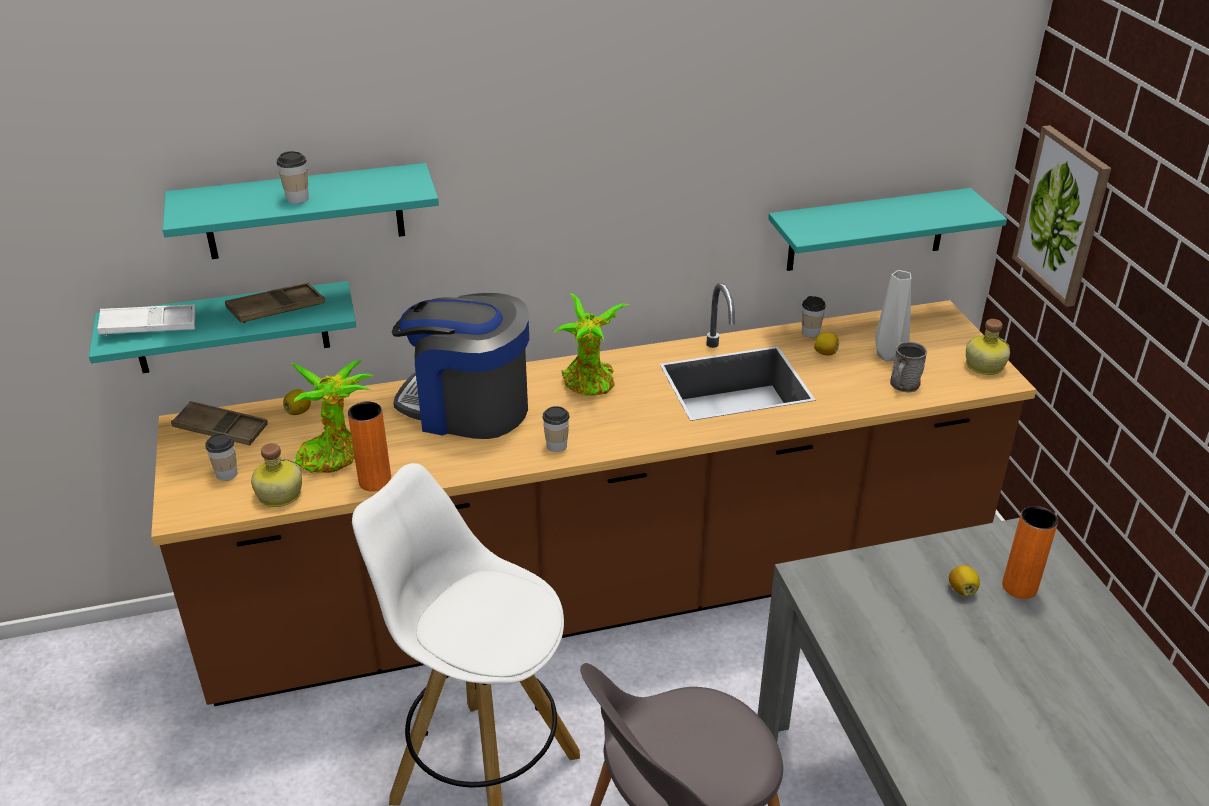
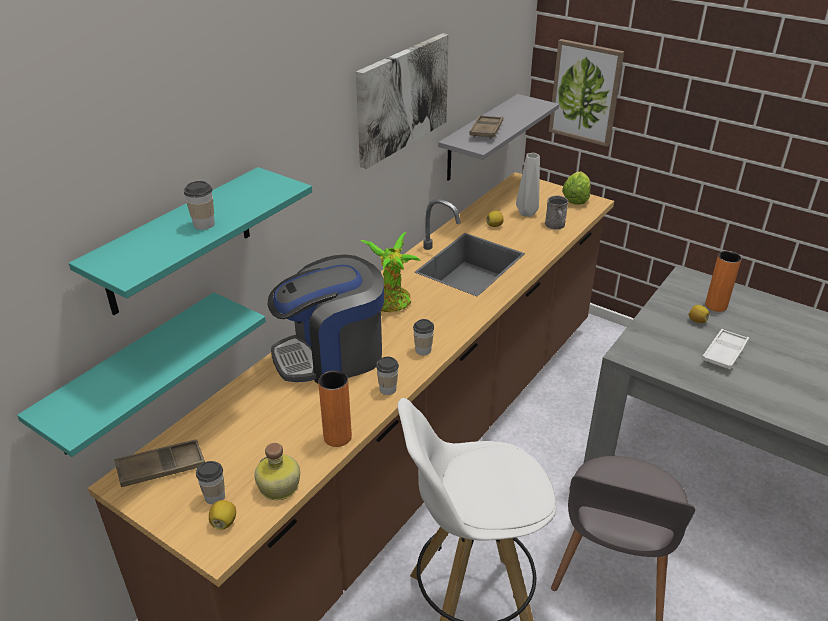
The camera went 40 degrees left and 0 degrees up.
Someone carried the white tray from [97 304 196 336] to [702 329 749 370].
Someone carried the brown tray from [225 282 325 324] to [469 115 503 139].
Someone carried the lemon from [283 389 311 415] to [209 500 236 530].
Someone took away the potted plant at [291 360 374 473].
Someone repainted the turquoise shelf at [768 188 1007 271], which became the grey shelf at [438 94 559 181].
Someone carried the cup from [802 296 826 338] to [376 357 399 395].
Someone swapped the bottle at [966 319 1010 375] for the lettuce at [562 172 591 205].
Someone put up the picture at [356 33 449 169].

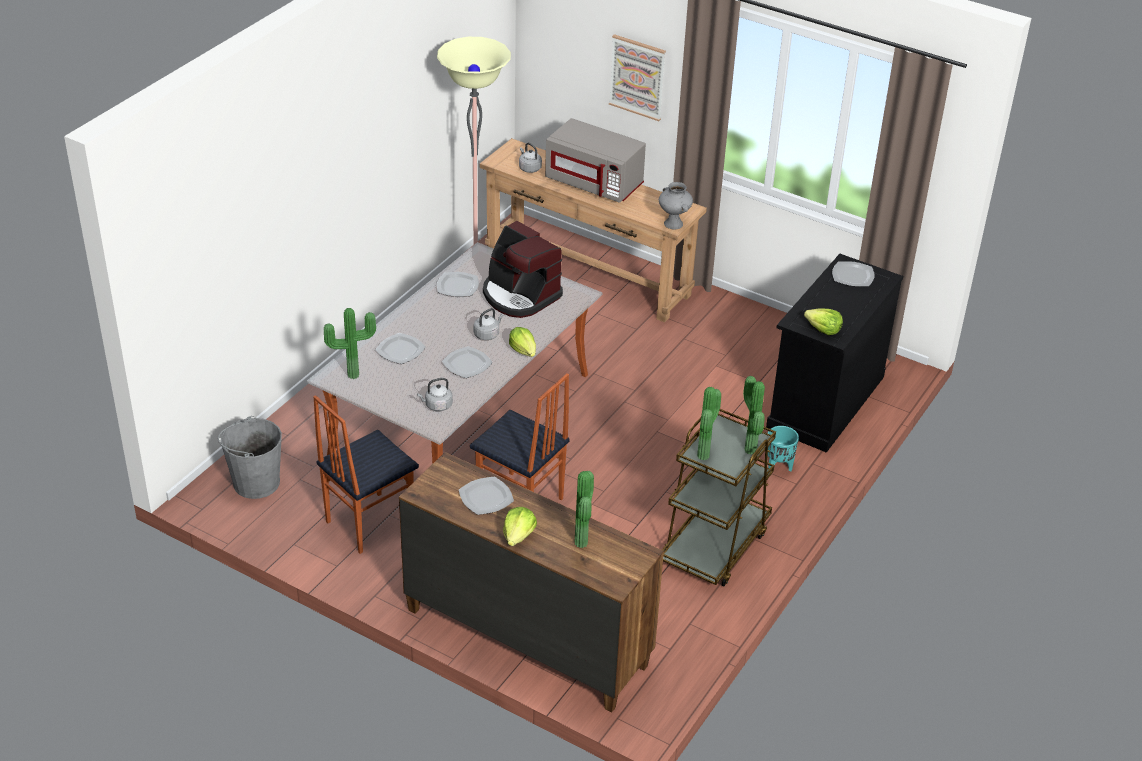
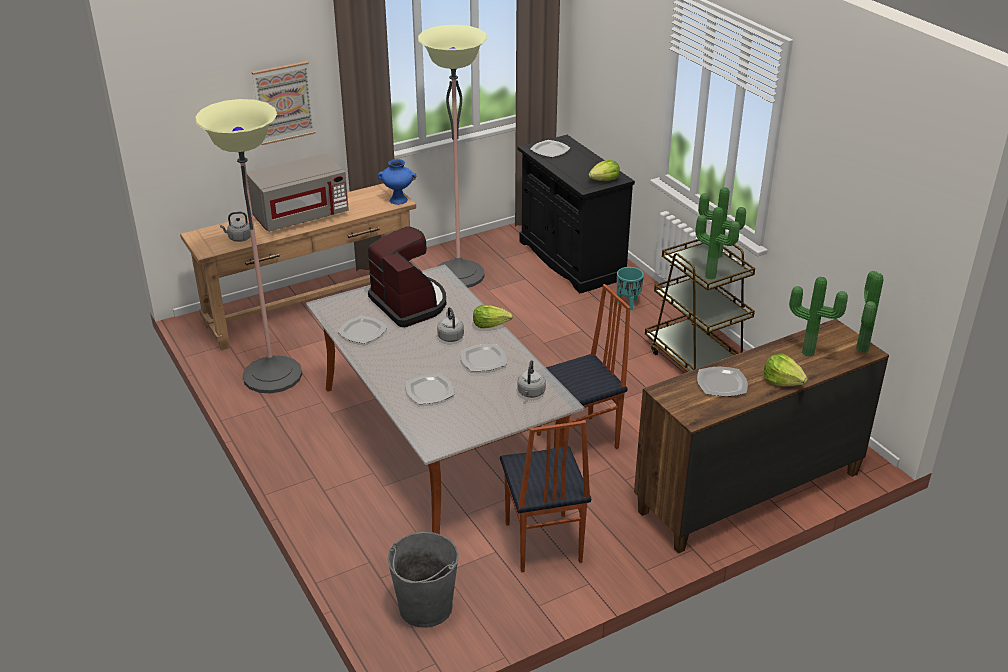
The camera went 60 degrees left and 5 degrees down.
Someone carried the potted plant from [324 308 376 379] to [856 271 884 353].
Someone rotated the coffee machine at [483 221 563 318] by 105 degrees counterclockwise.
Someone repainted the grey vase at [659 182 693 230], which became the blue vase at [378 159 416 205].
Someone put down the floor lamp at [418 25 487 288].

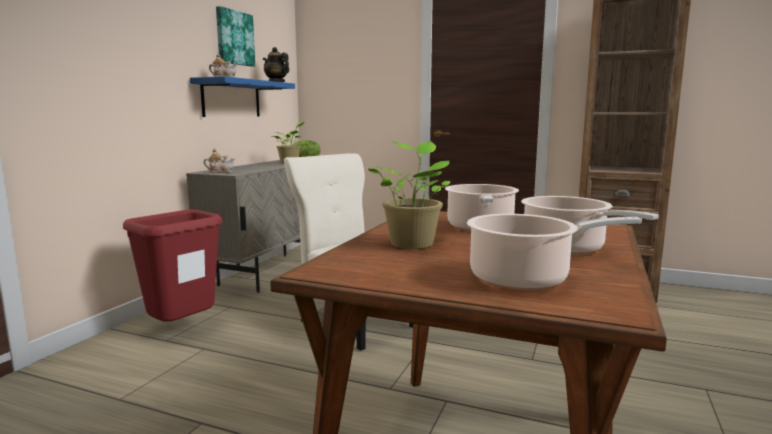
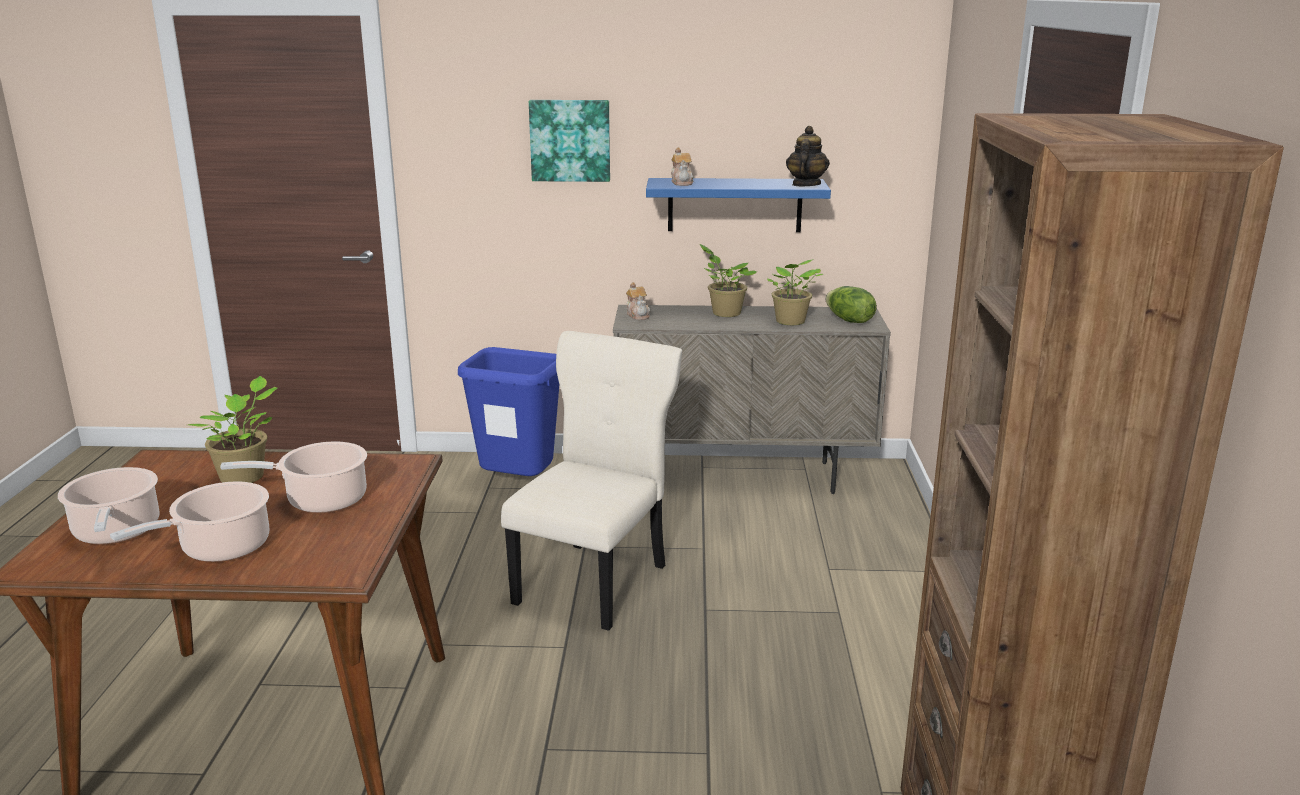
The camera went 70 degrees right and 10 degrees up.
Someone repainted the red trash can at [123 210 222 322], which became the blue trash can at [458 347 559 476].
Someone carried the picture from [216 6 255 67] to [529 100 610 182].
Someone put down the potted plant at [700 244 757 317].

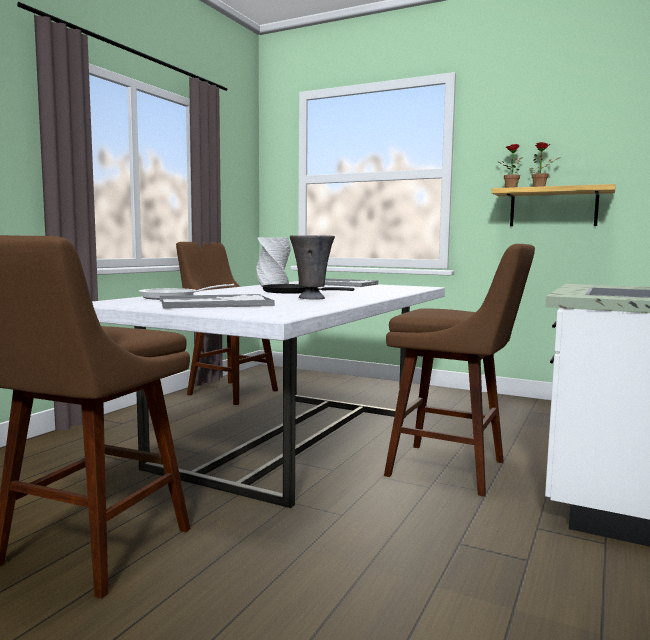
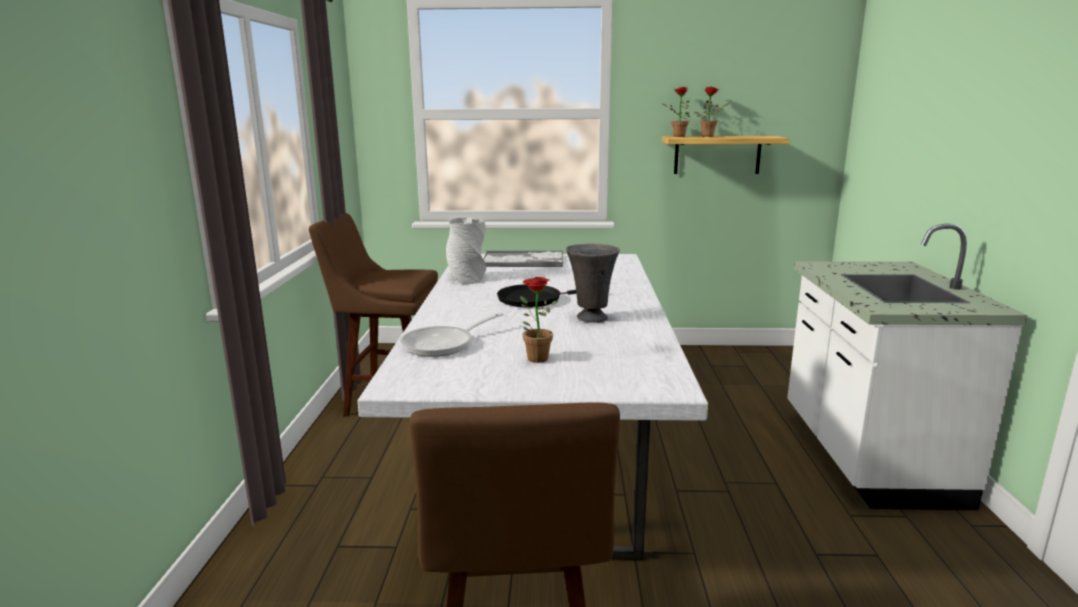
The camera went 25 degrees left and 10 degrees up.
Someone swapped the tray at [160 294 275 309] for the potted plant at [520 277 558 363].
Someone took away the brown stool at [384 244 535 497].

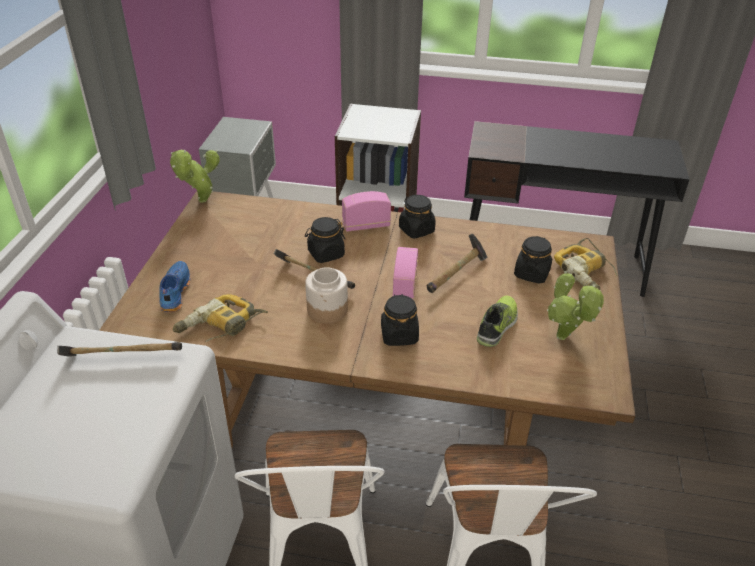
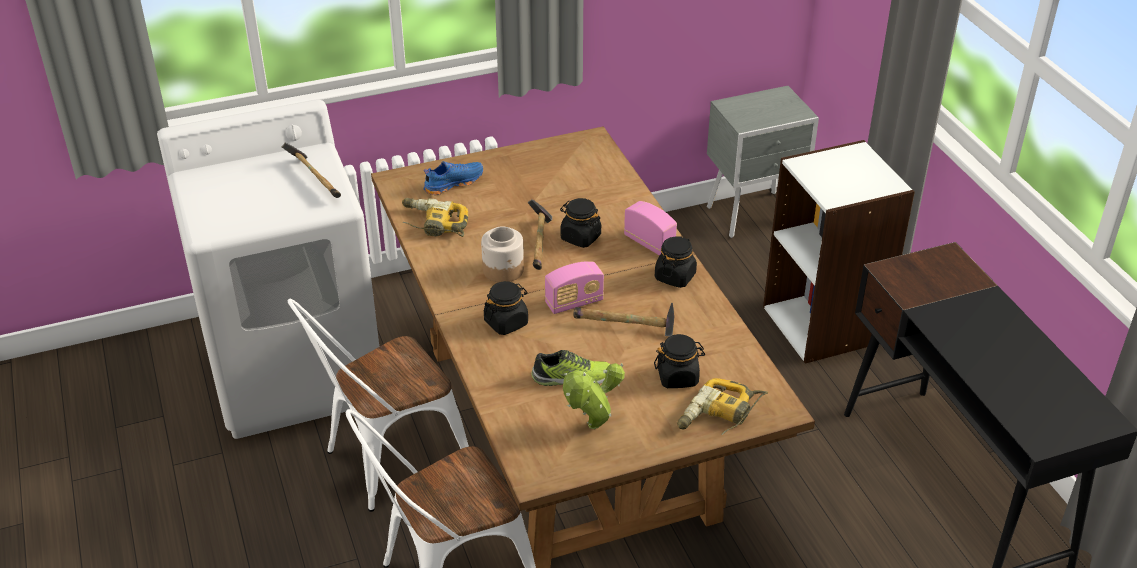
The camera went 60 degrees right and 0 degrees up.
Someone took away the potted plant at [170 150 220 202].

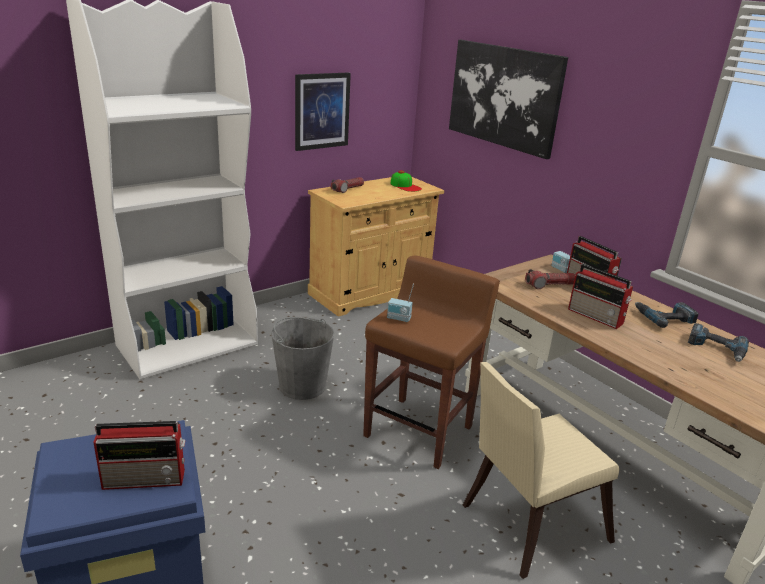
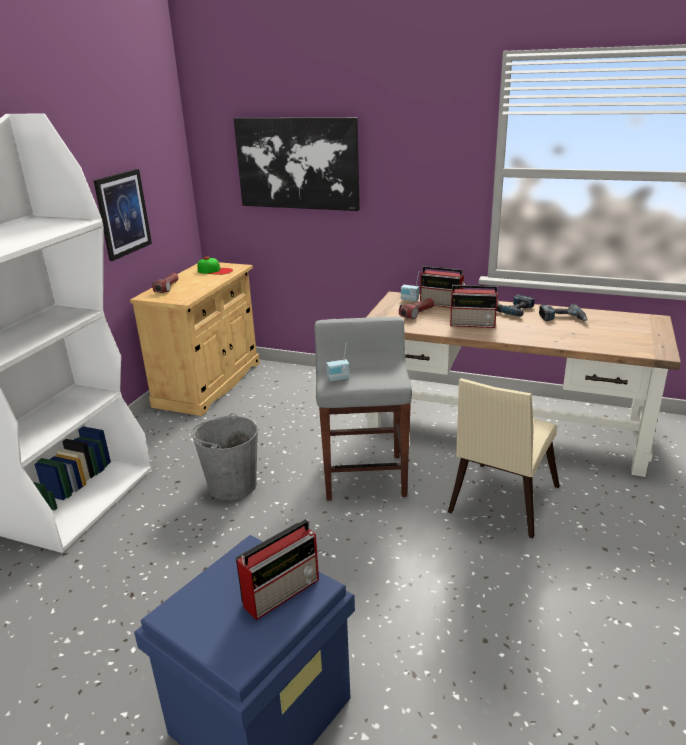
The camera went 30 degrees left and 0 degrees up.
Someone repainted the brown stool at [363 255 500 469], which became the grey stool at [314 317 412 501].

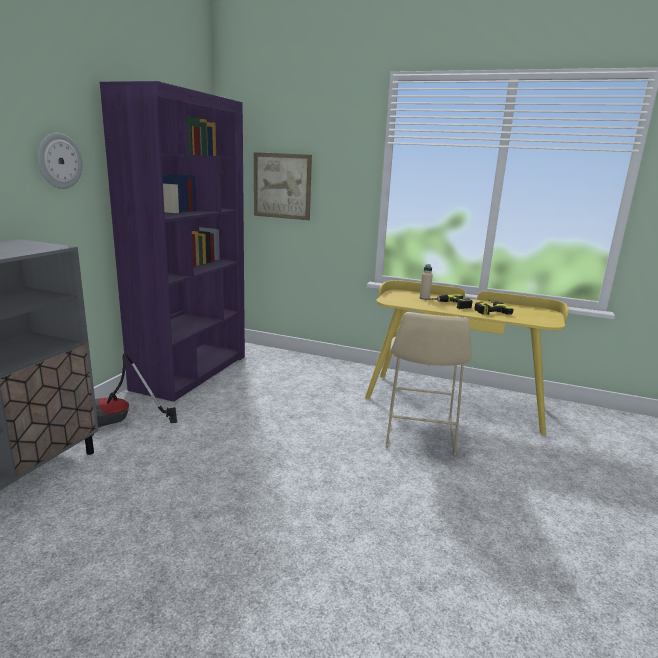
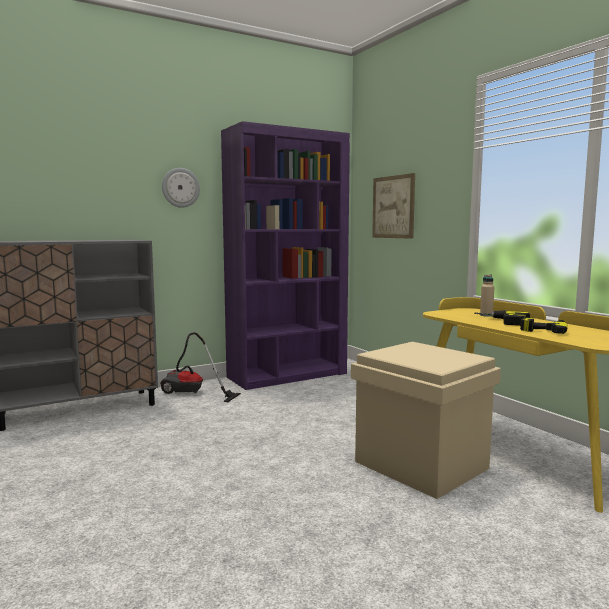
The camera went 40 degrees right and 10 degrees down.
Someone swapped the beige stool at [386 312 472 457] for the beige storage box at [351 342 501 499].

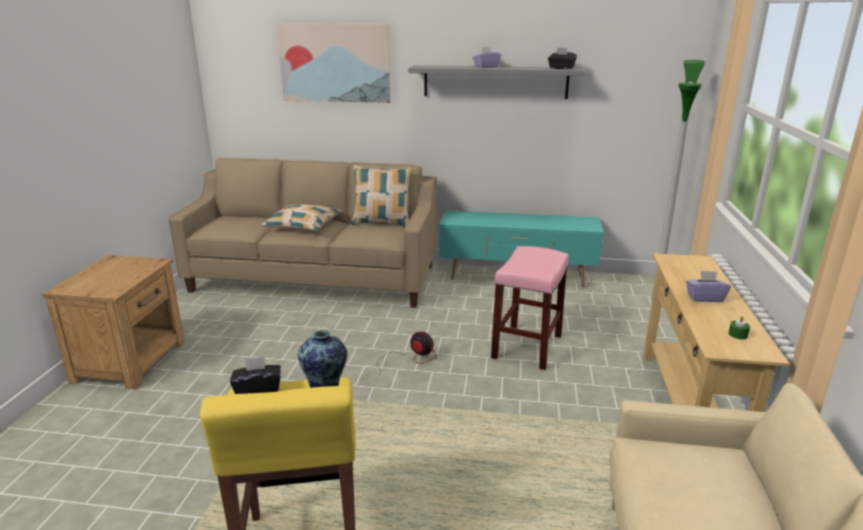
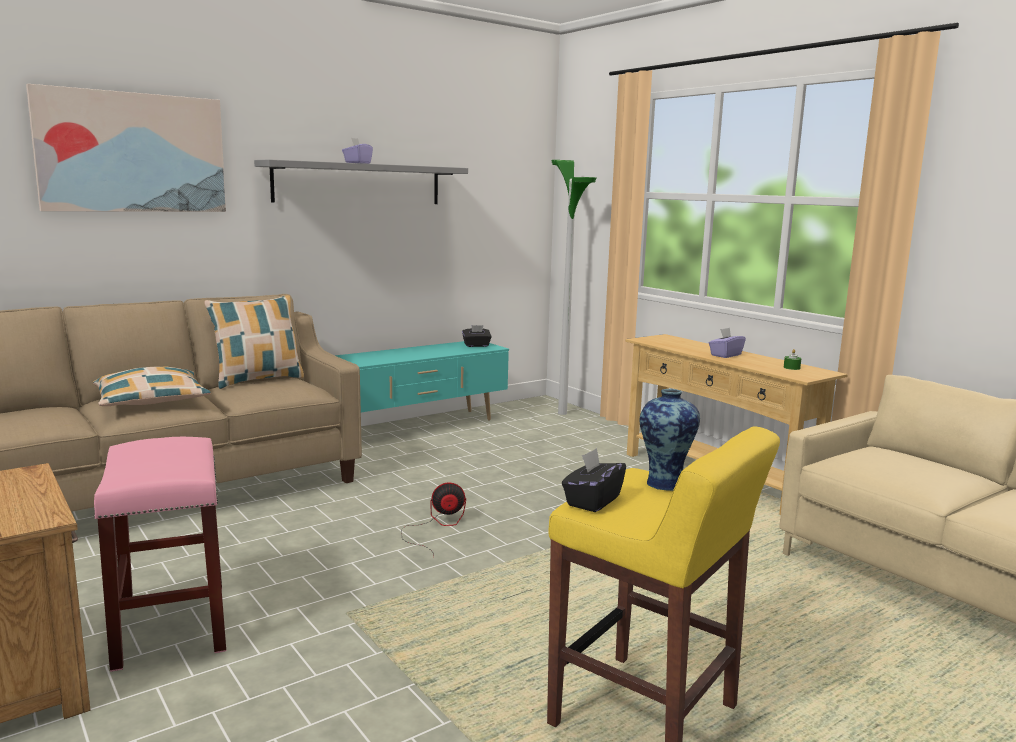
The camera went 45 degrees left and 10 degrees down.
Someone carried the pink stool from [491 246 569 371] to [94 437 226 672].
Someone carried the black tissue box from [548 48 577 69] to [462 325 492 347].

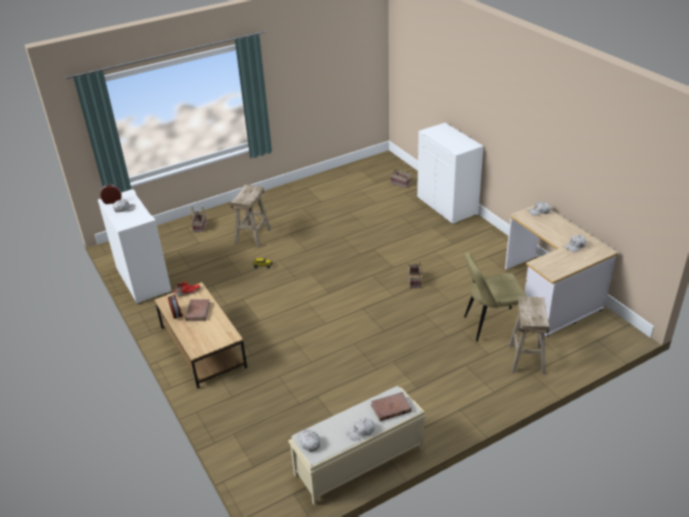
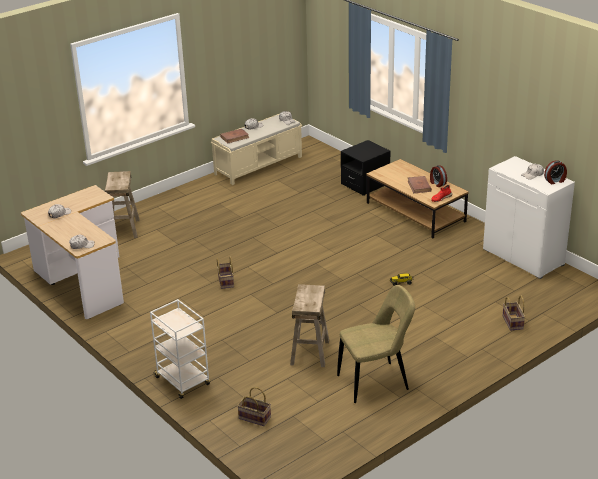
The camera went 170 degrees right and 5 degrees down.
Someone carried the beige stool from [231 184 271 248] to [290 284 329 367].
Someone swapped the white cabinet at [417 123 484 225] for the white cart at [150 299 211 399].
Someone carried the beige chair from [464 252 527 341] to [337 285 415 403].
Someone put down the black nightstand at [341 140 391 196].

